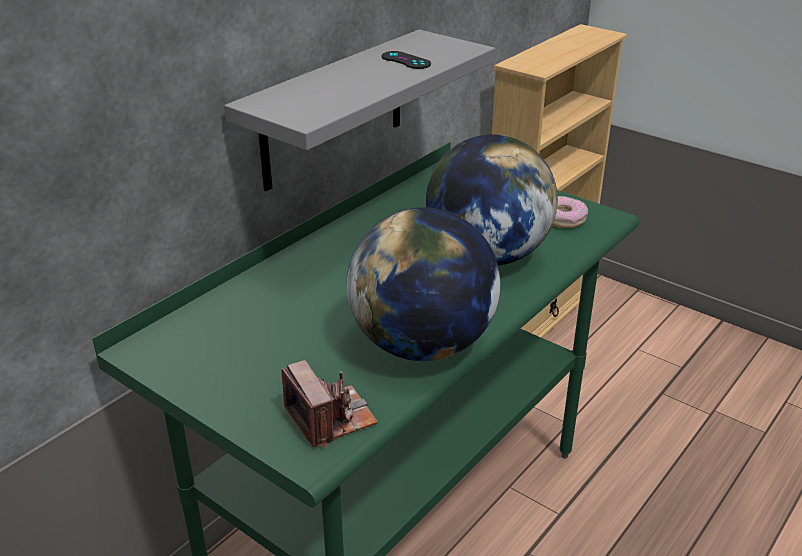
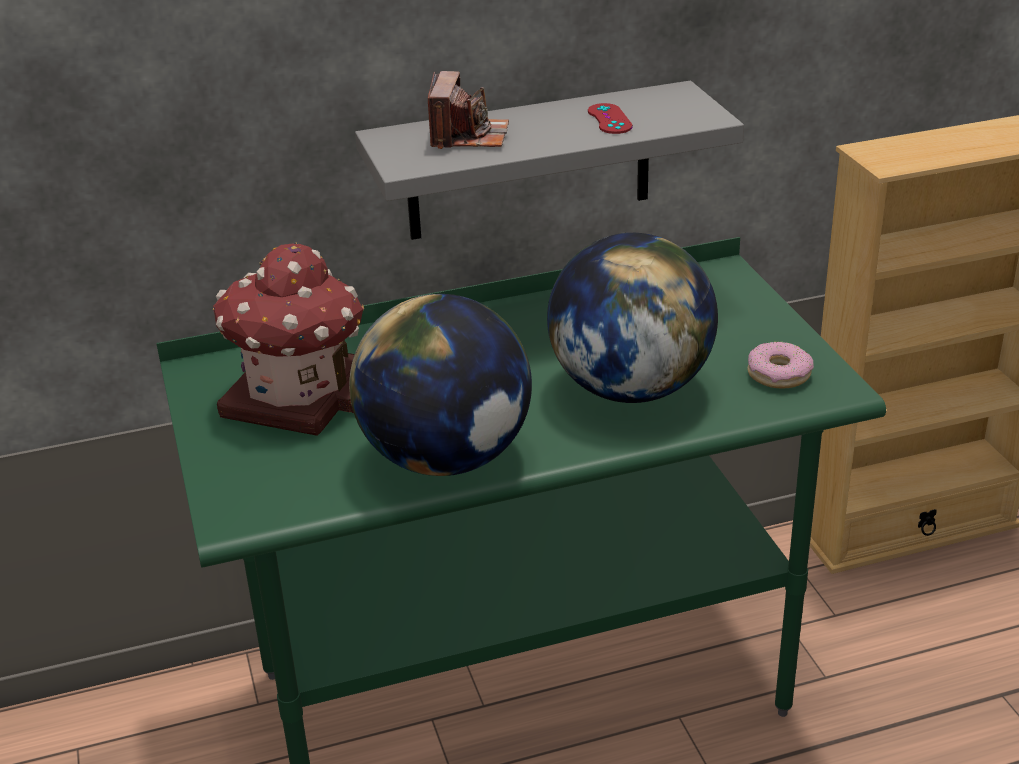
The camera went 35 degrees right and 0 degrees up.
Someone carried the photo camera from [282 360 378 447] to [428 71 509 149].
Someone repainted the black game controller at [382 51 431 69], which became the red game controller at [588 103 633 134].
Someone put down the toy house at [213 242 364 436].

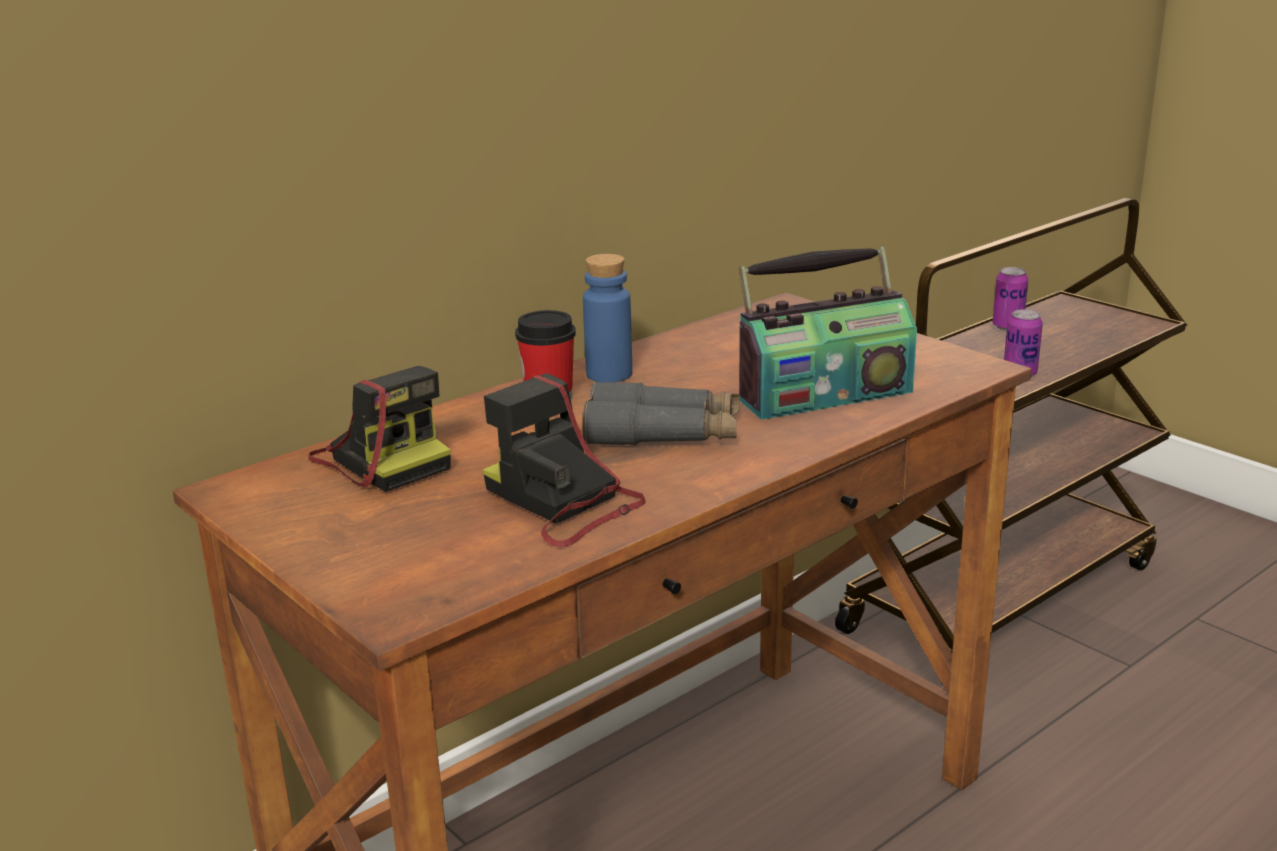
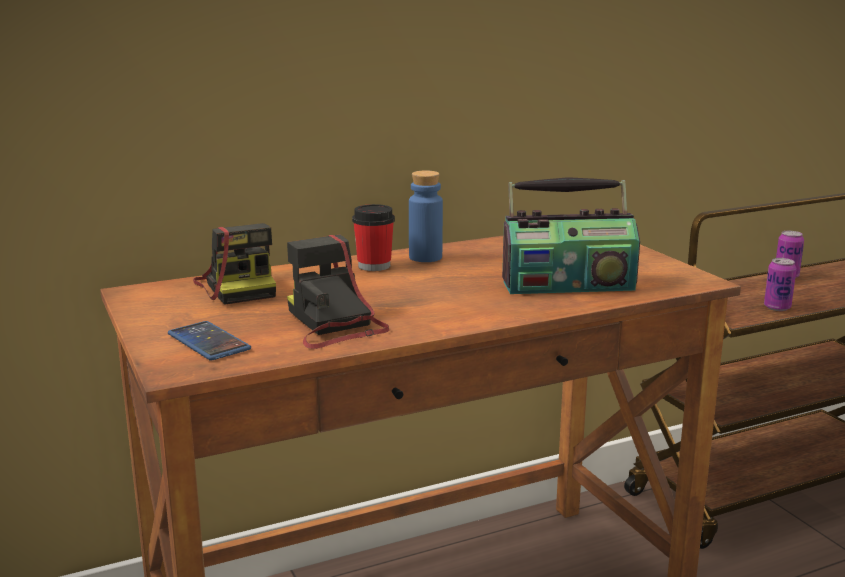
The camera went 15 degrees right and 5 degrees down.
Someone took away the grey binoculars at [583 381 740 445].
Someone put down the phone at [168 321 251 361].

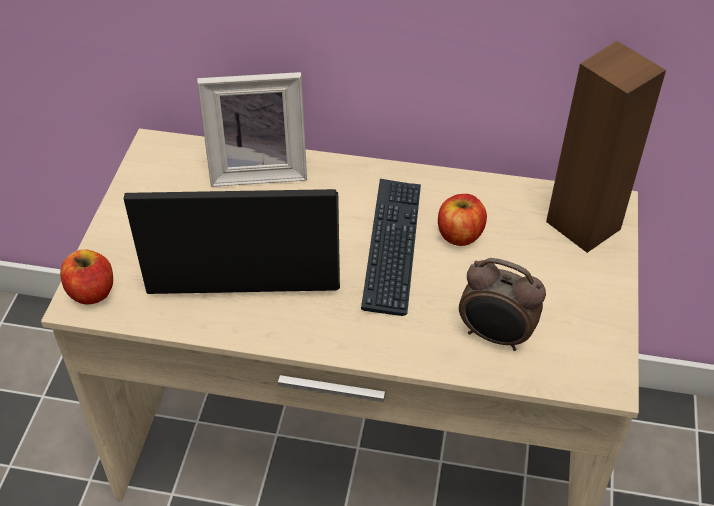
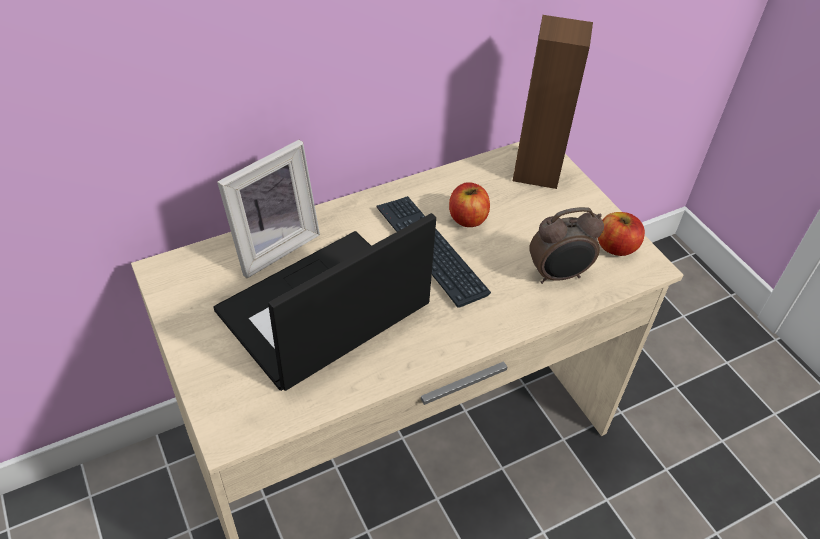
The camera went 40 degrees left and 0 degrees up.
Someone carried the apple from [60 249 113 304] to [598 212 645 256].

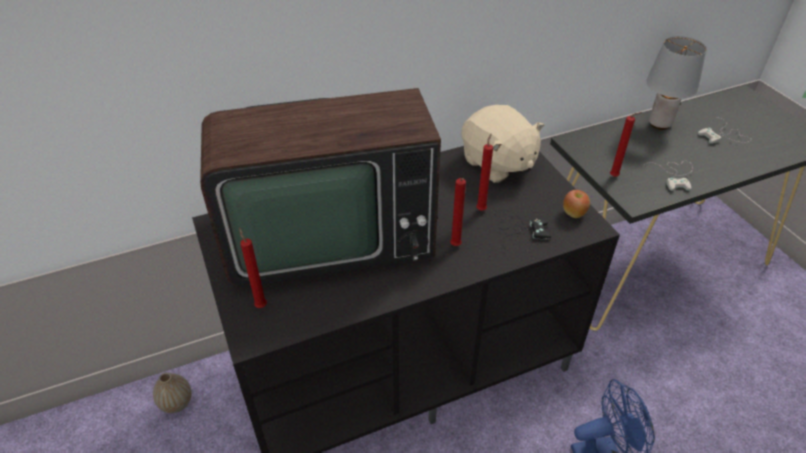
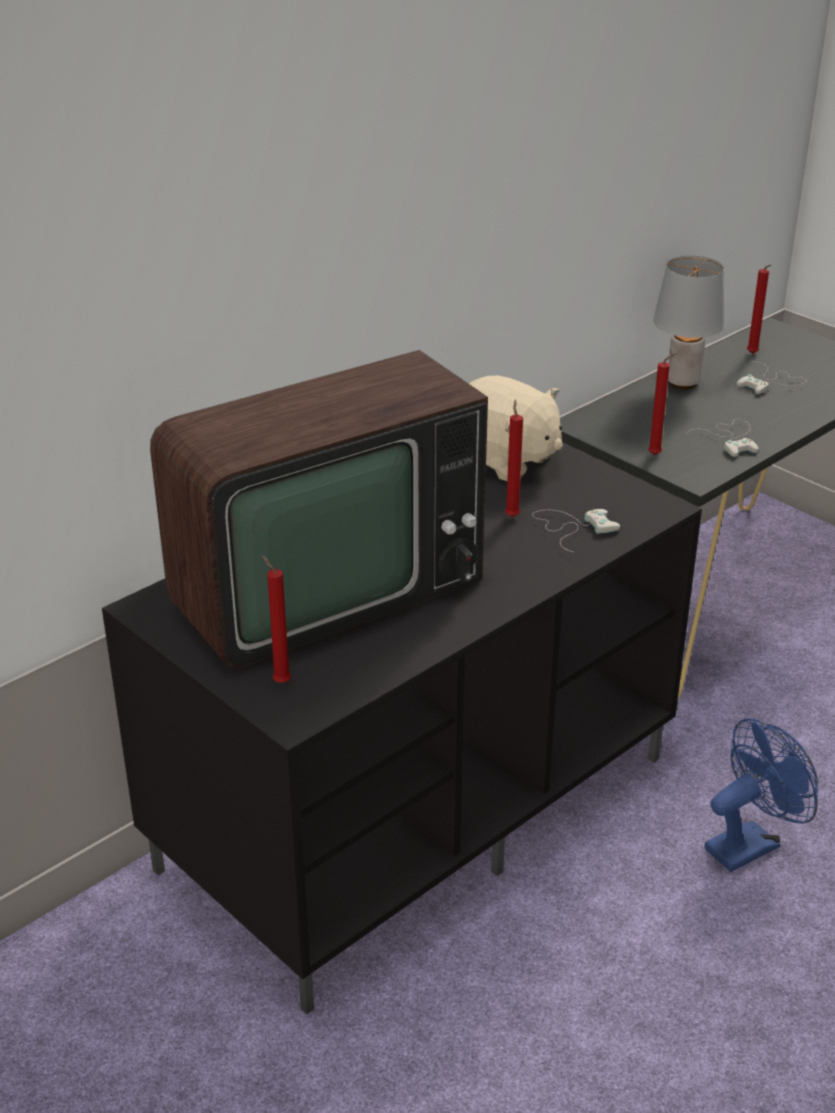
The camera went 20 degrees left and 10 degrees down.
Someone took away the vase at [153 372 192 413].
Someone carried the red candle from [450 178 466 246] to [747 265 772 354].
Someone repainted the black game controller at [494 210 551 251], which became the white game controller at [532 509 620 552].
Someone took away the apple at [563 190 590 218].

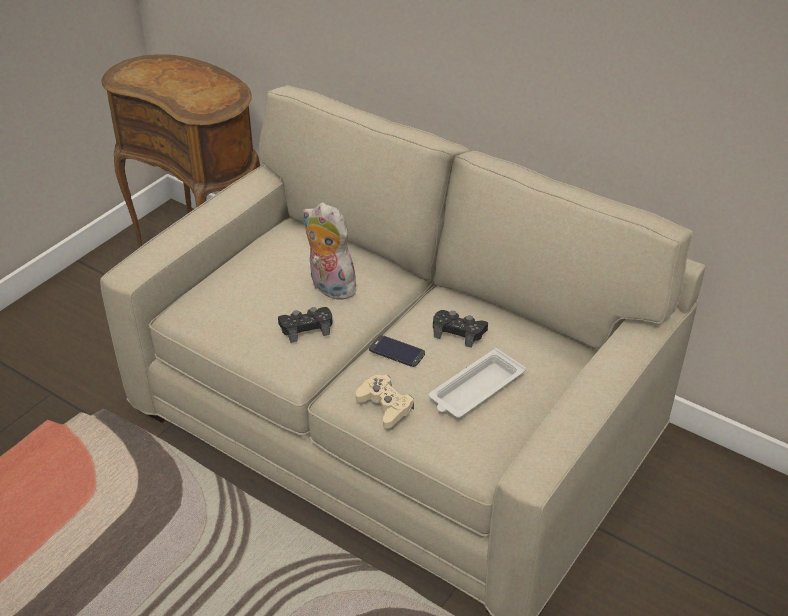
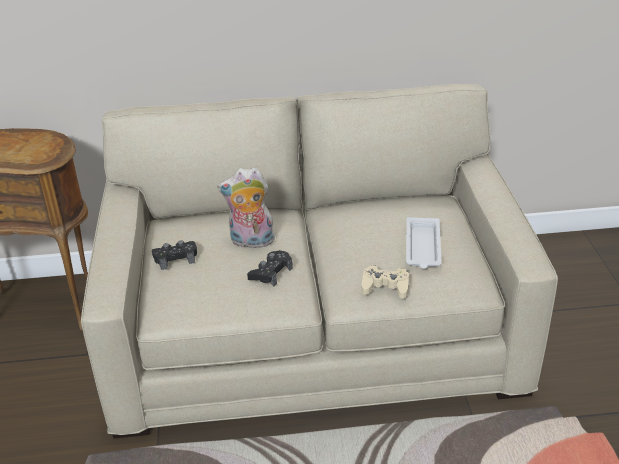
The camera went 40 degrees left and 5 degrees down.
Someone took away the phone at [369 335 425 367].
Someone carried the black game controller from [433 310 488 348] to [152 240 197 270].

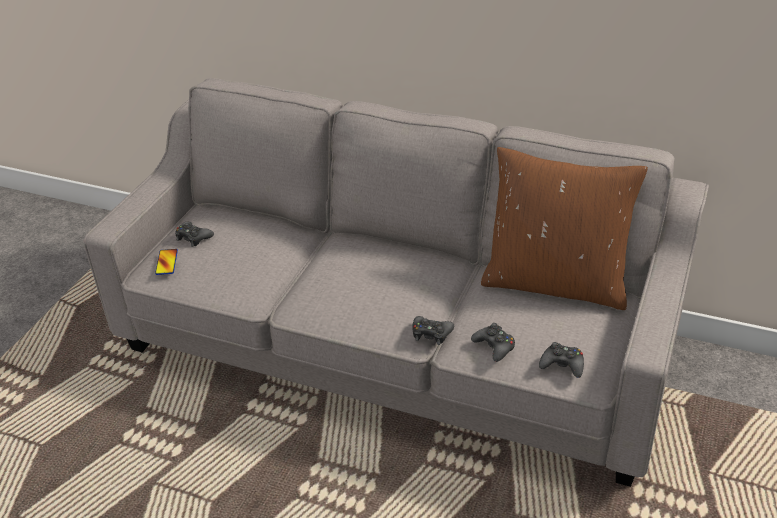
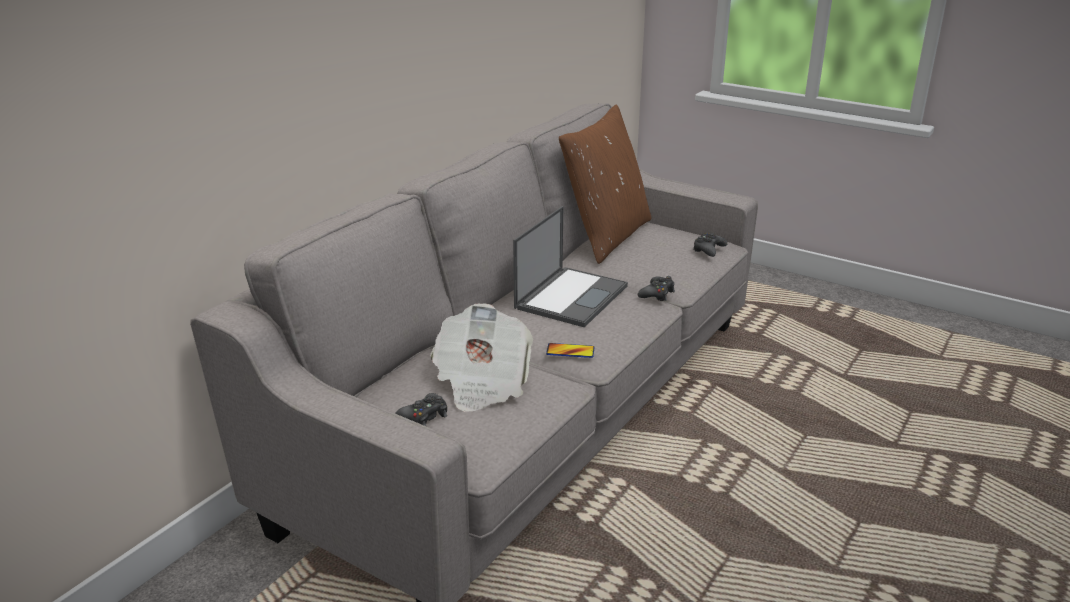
The camera went 80 degrees left and 10 degrees down.
Someone carried the phone from [155 249 178 275] to [546 343 595 358].
Someone took away the black game controller at [471 323 515 362].
Someone put down the newspaper at [430 303 533 412].
Someone put down the laptop at [513 206 628 327].

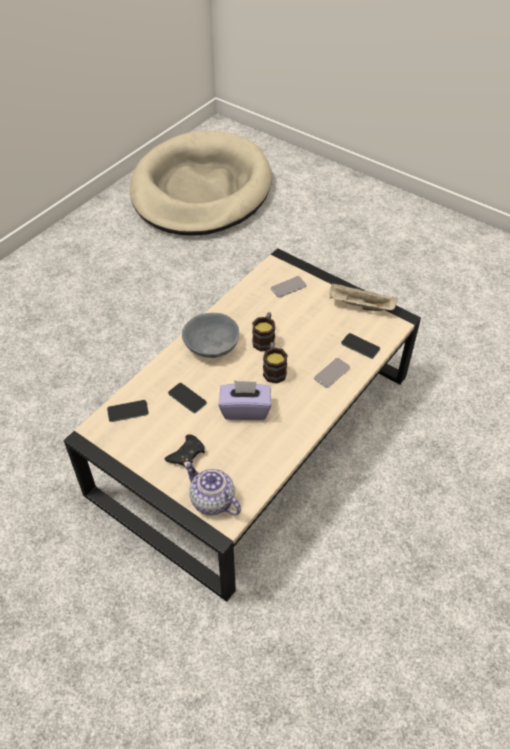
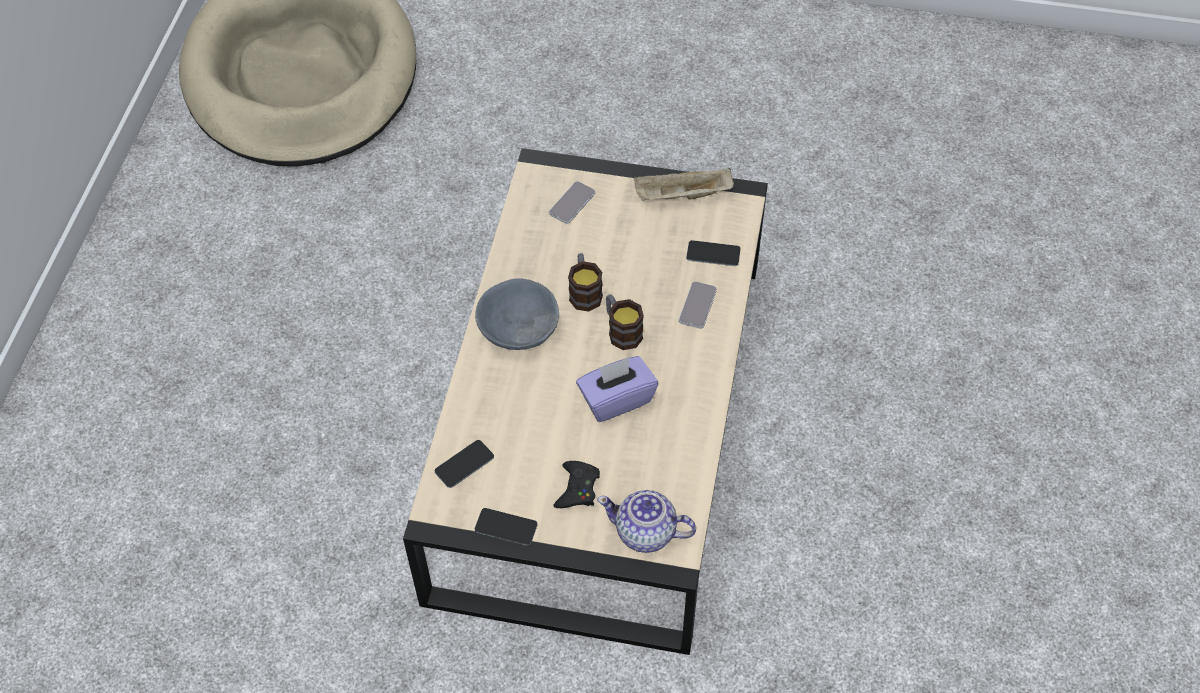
The camera went 25 degrees left and 5 degrees up.
Someone carried the phone from [168 383 207 413] to [475 508 538 546].

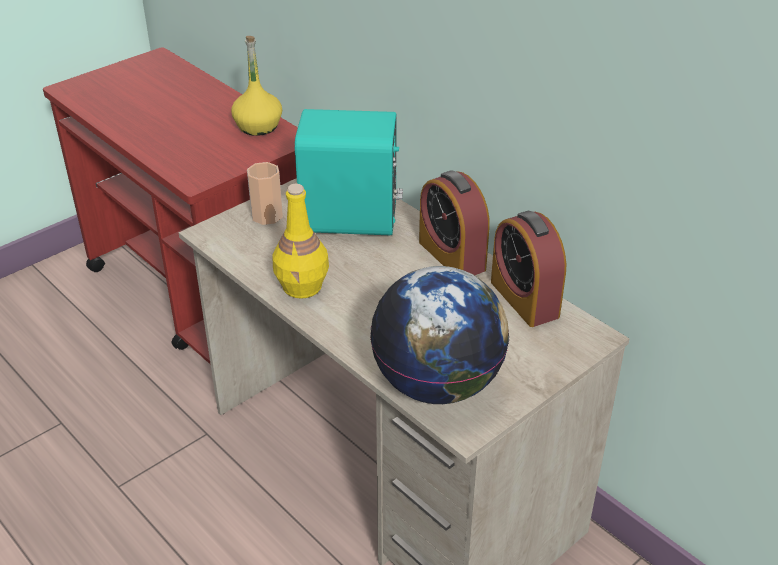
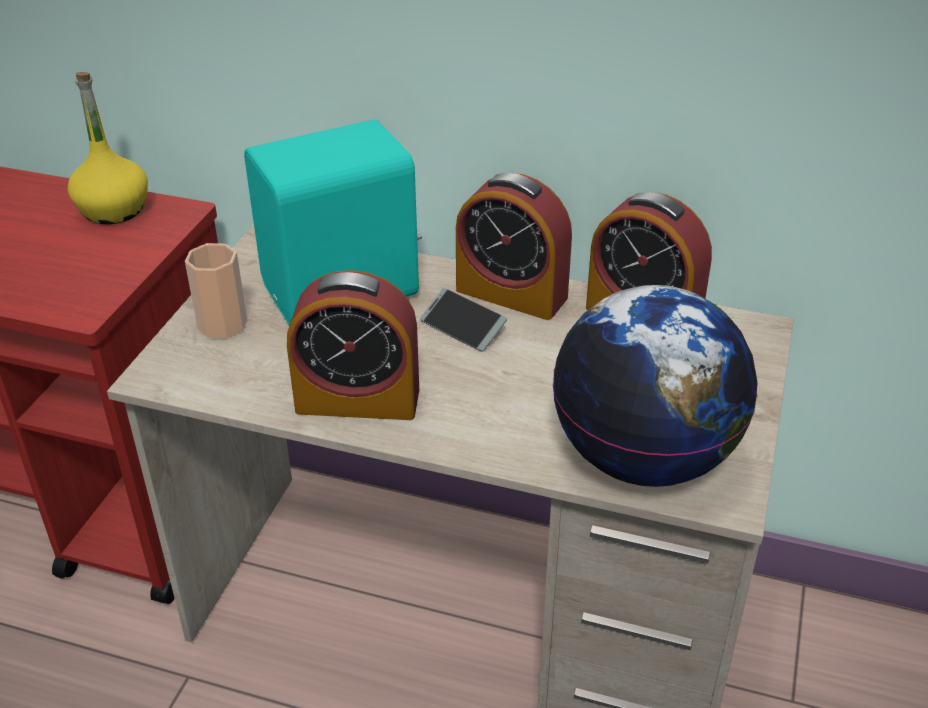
The camera went 30 degrees left and 0 degrees up.
Someone swapped the yellow bottle at [272 184 329 299] for the alarm clock at [287 270 419 420].
Someone put down the phone at [420 288 507 352].

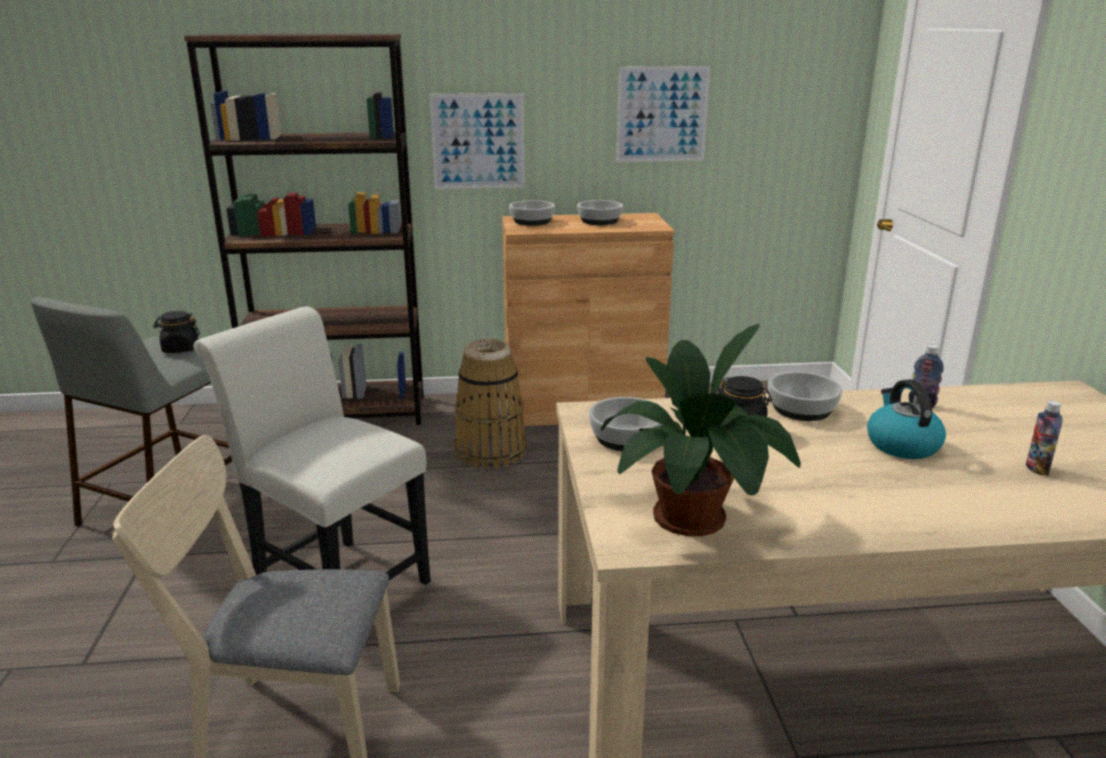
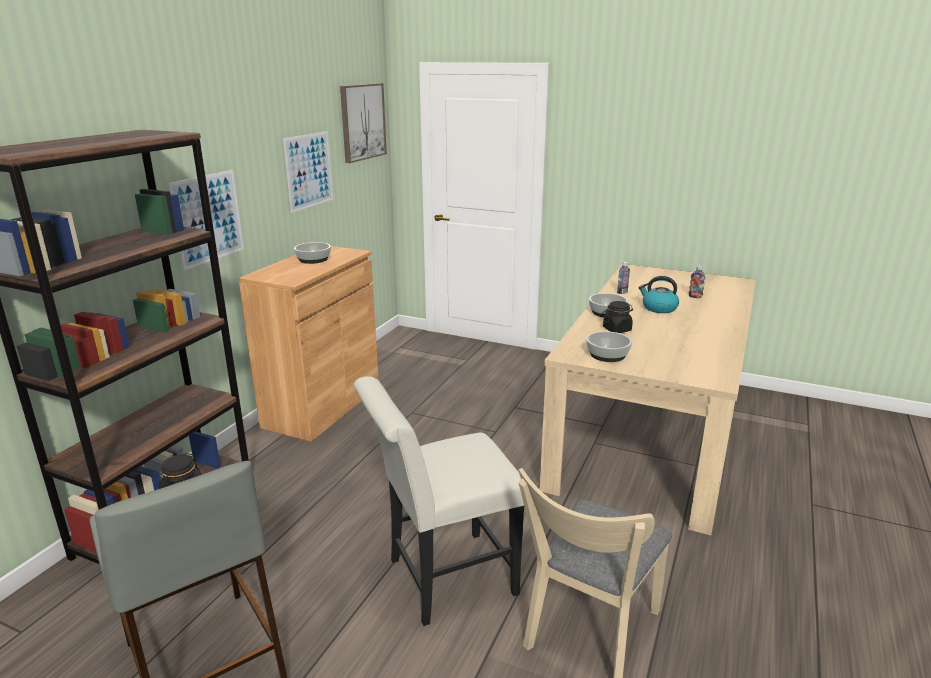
The camera went 60 degrees left and 0 degrees up.
Someone took away the basket at [455 339 527 469].
Someone took away the bowl at [509 200 555 226].
Someone took away the potted plant at [601 324 801 536].
Someone put up the picture at [340 83 387 163].

